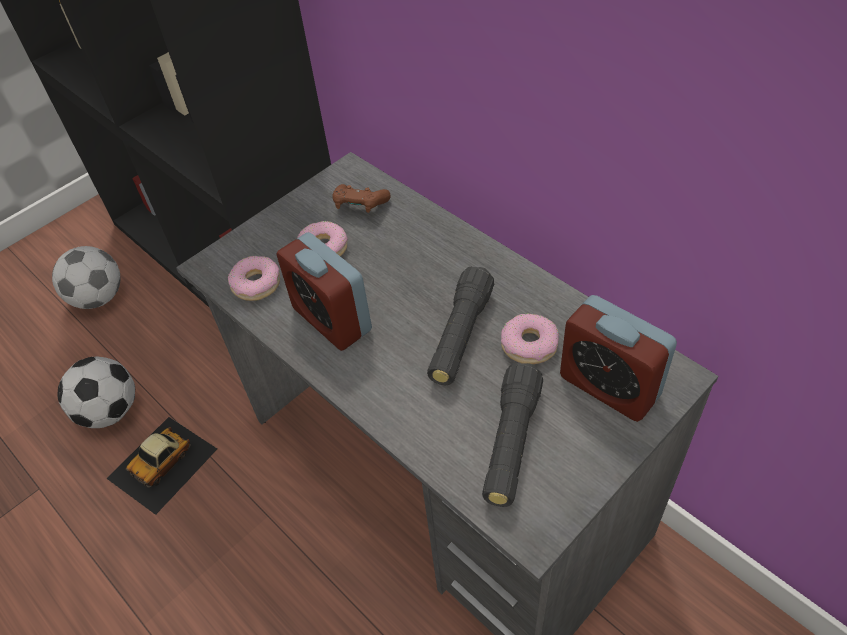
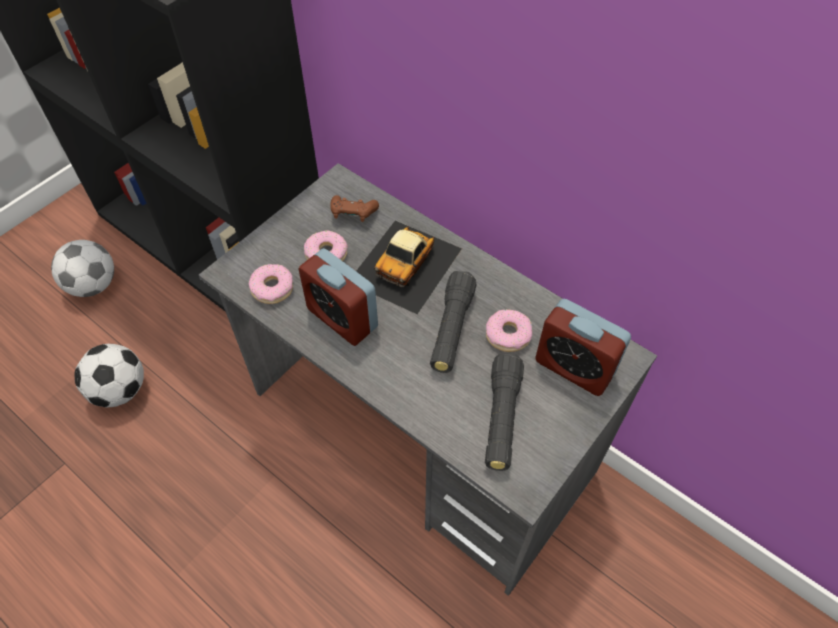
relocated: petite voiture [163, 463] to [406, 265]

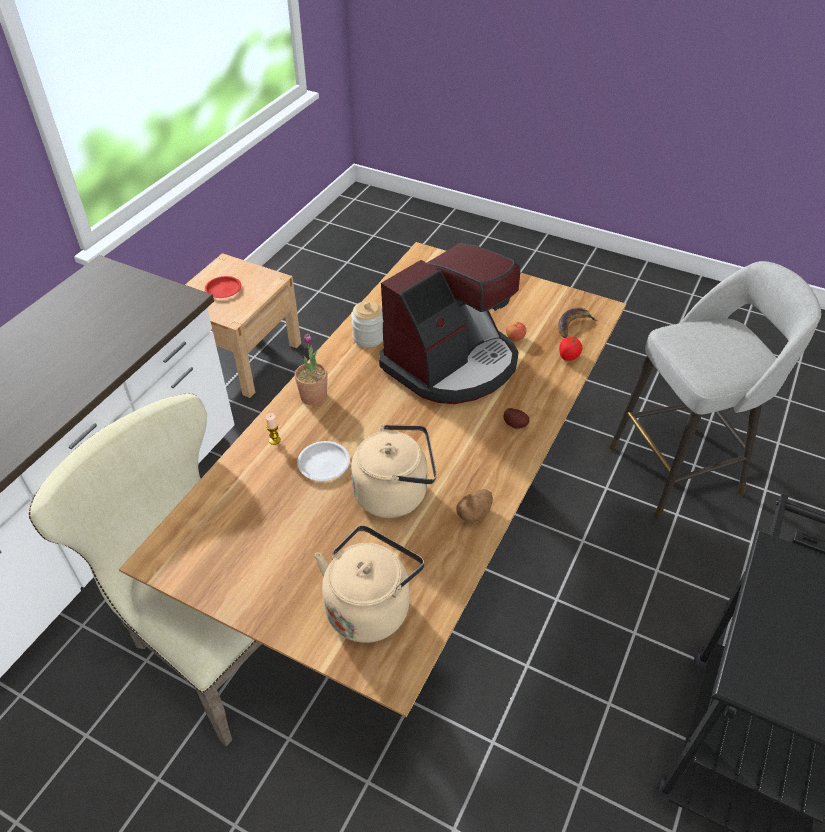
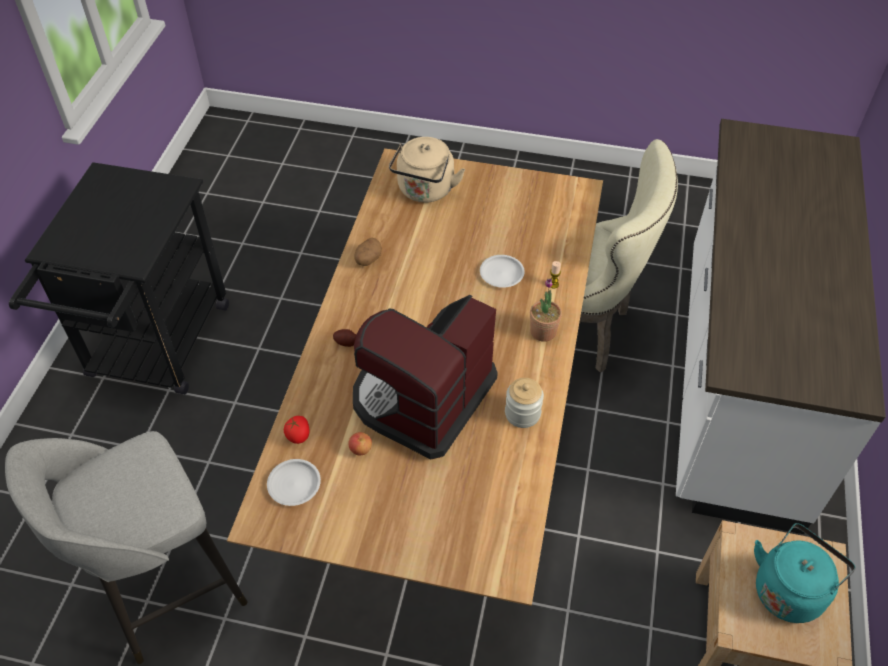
missing: bouilloire (beige) [395, 493]
exchanged: assiette (rouge) [223, 289] to bouilloire (turquoise) [789, 589]; banane [573, 325] to assiette (blanc) [294, 485]

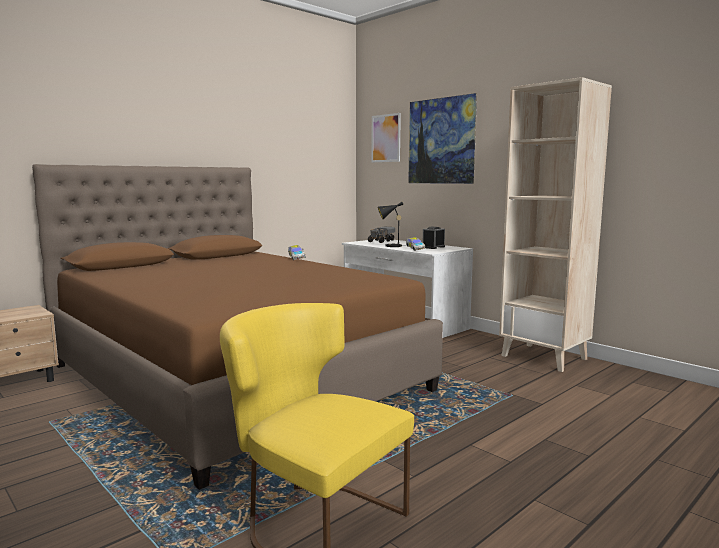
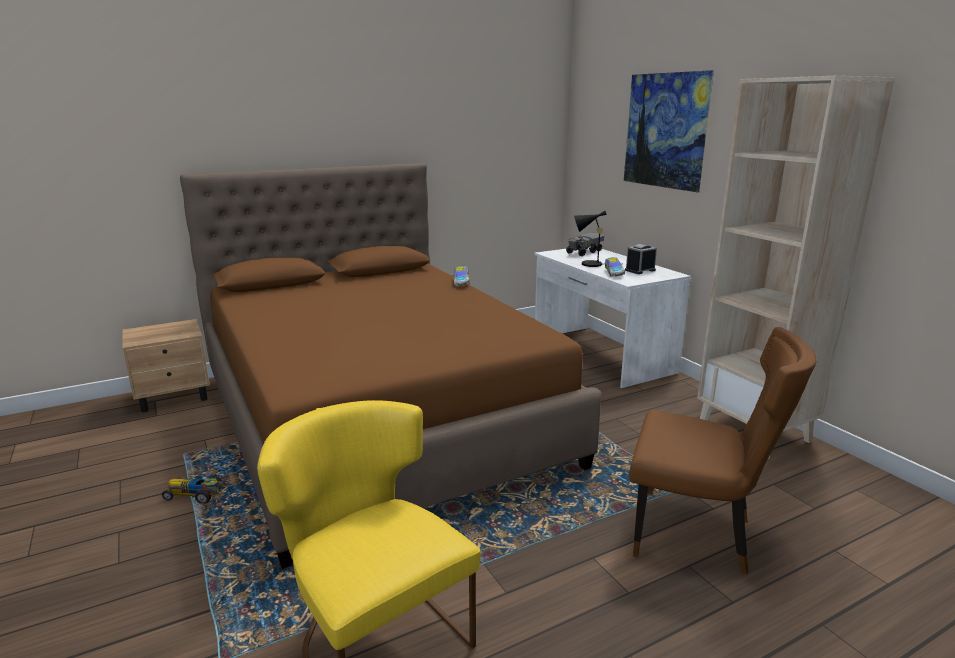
missing: tableau [386, 138]
appeared: petite voiture [196, 495]; chaise (marron) [697, 535]

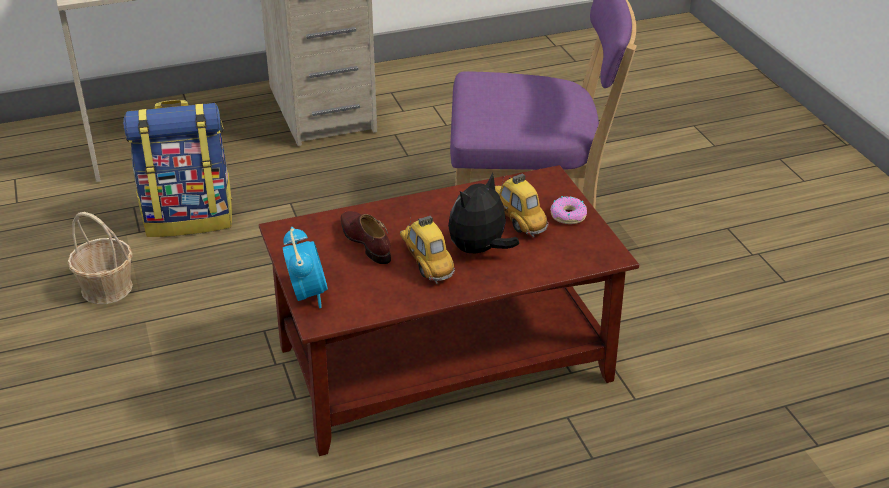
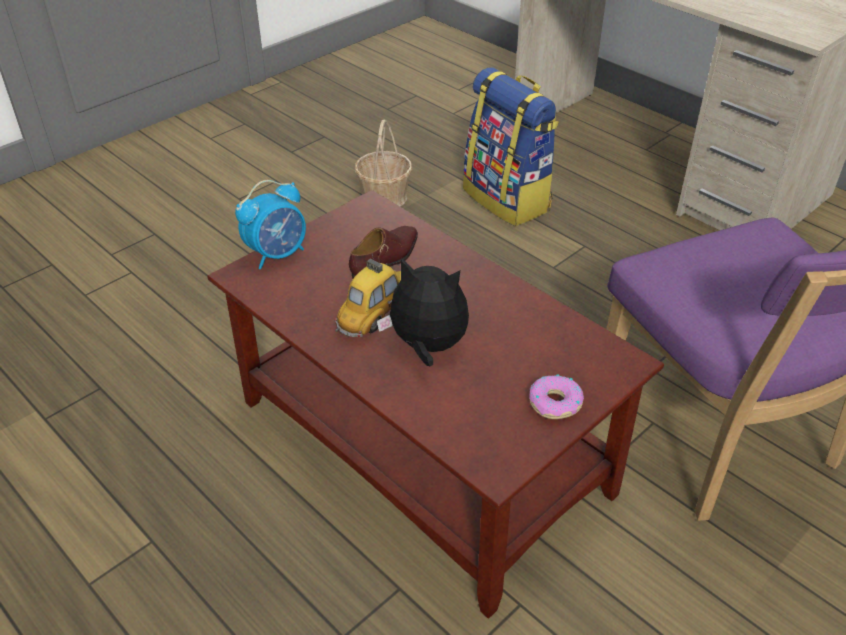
missing: petite voiture [516, 219]

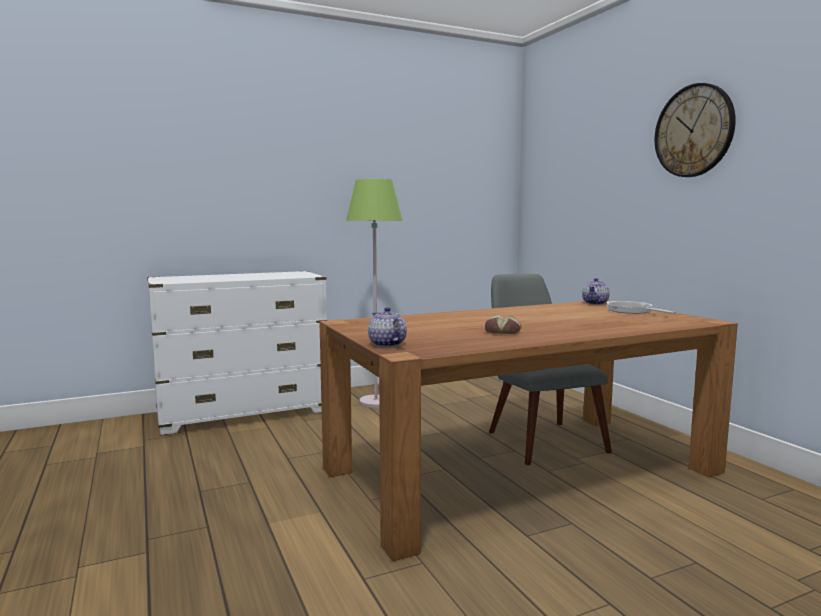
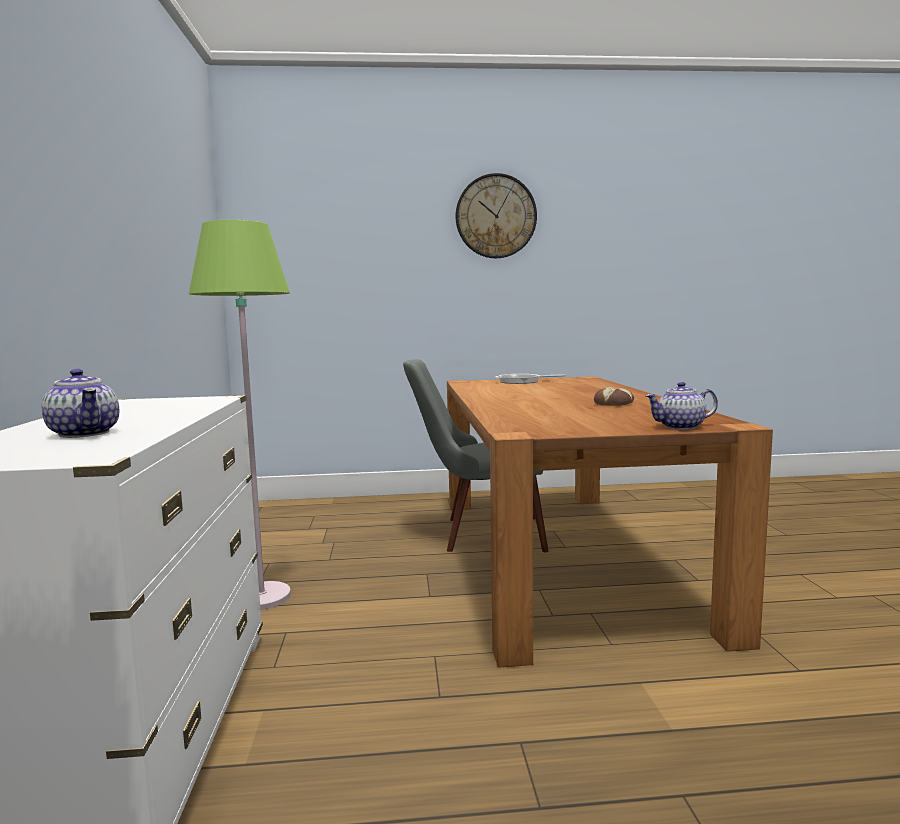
relocated: théière [595, 303] to [85, 433]

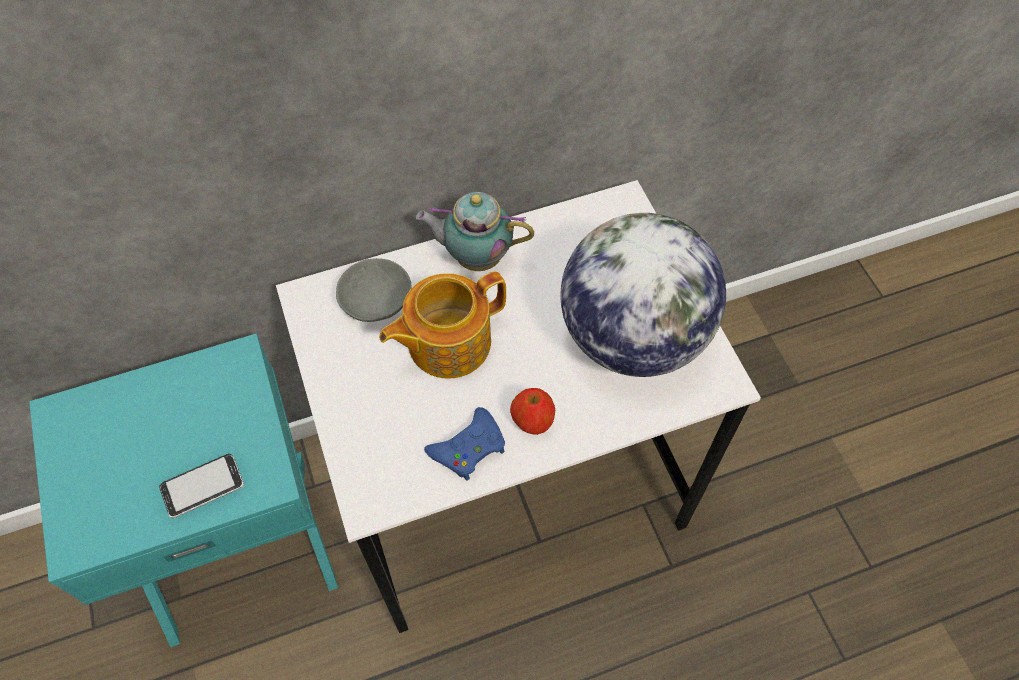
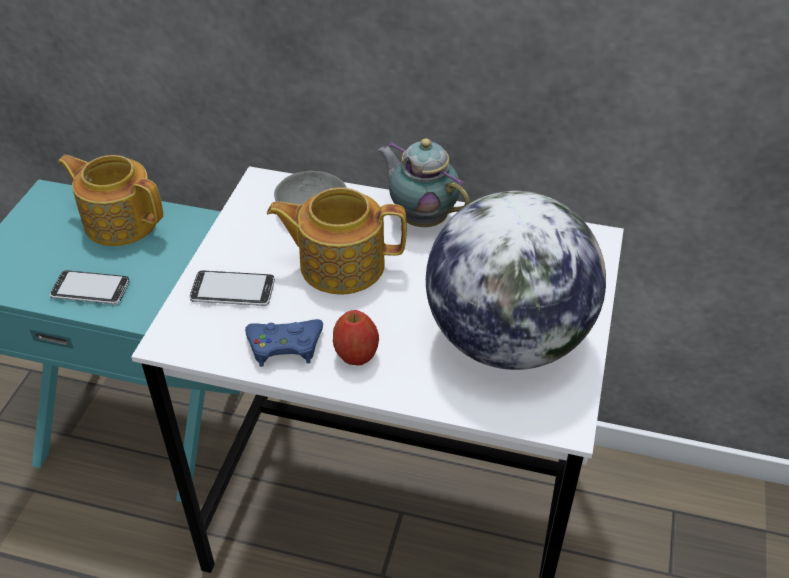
appeared: théière [120, 221]; téléphone [233, 291]

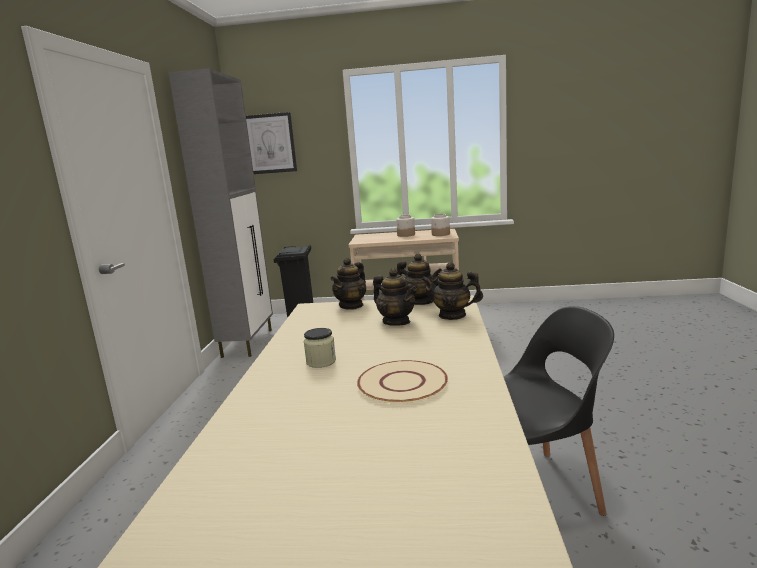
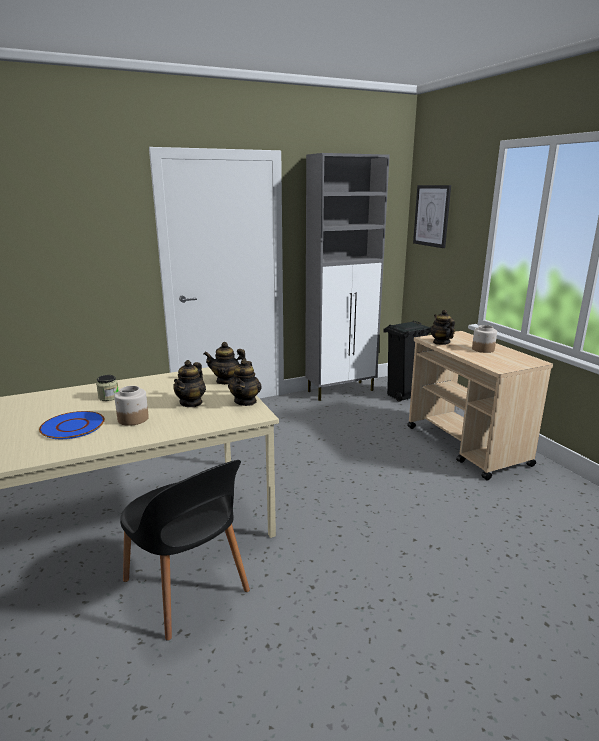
relocated: théière [452, 315] to [441, 342]; bocal [440, 234] to [132, 419]
colour: assiette (beige) [403, 383] to assiette (bleu) [72, 426]

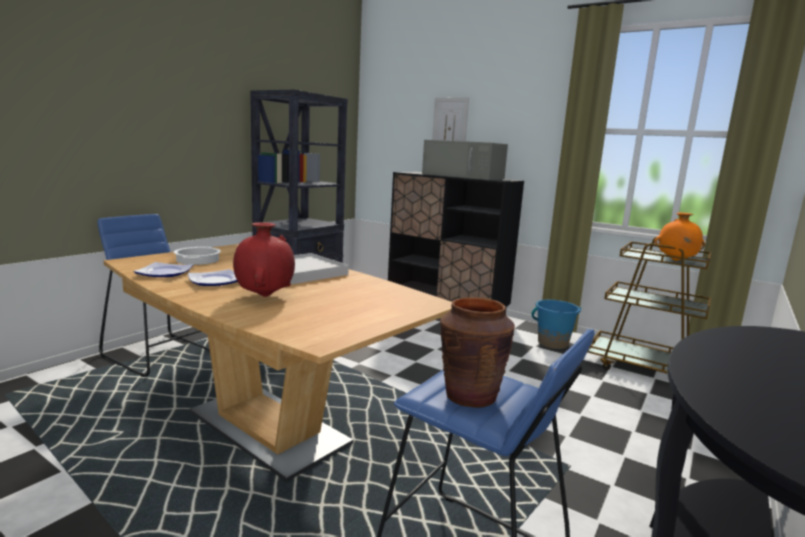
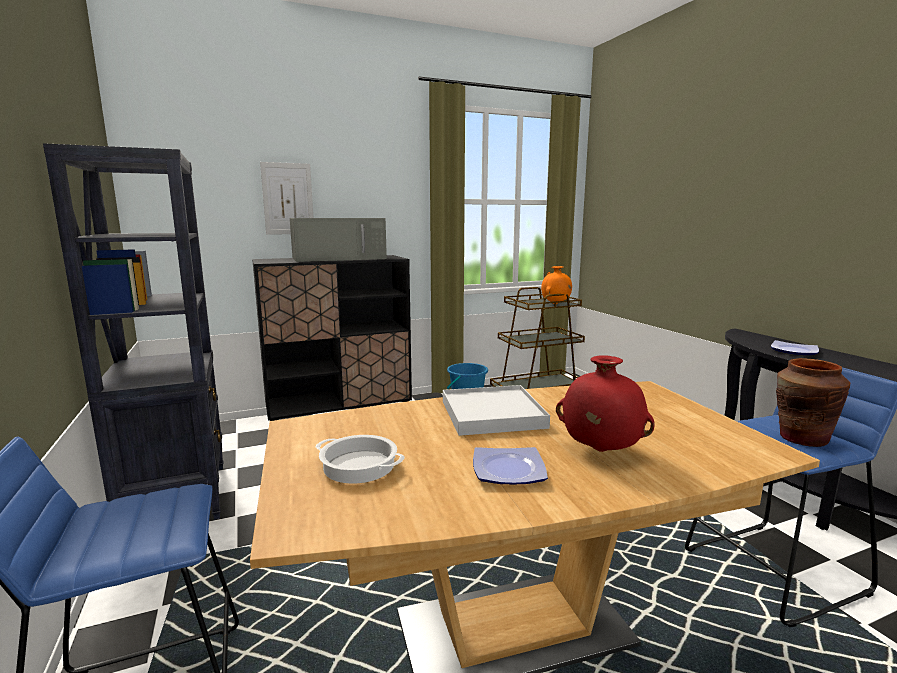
relocated: assiette [165, 273] to [794, 351]

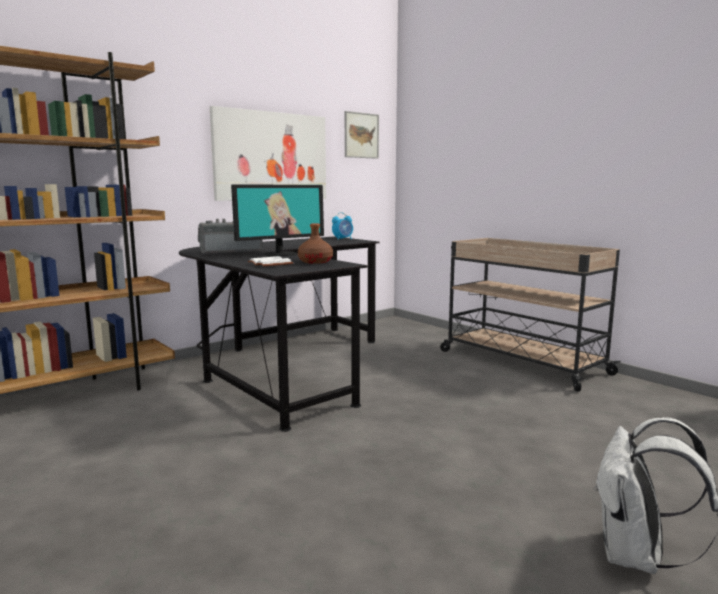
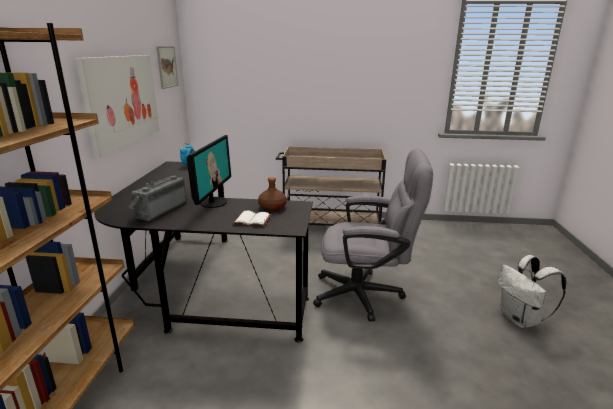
appeared: chaise de bureau (gris) [366, 295]

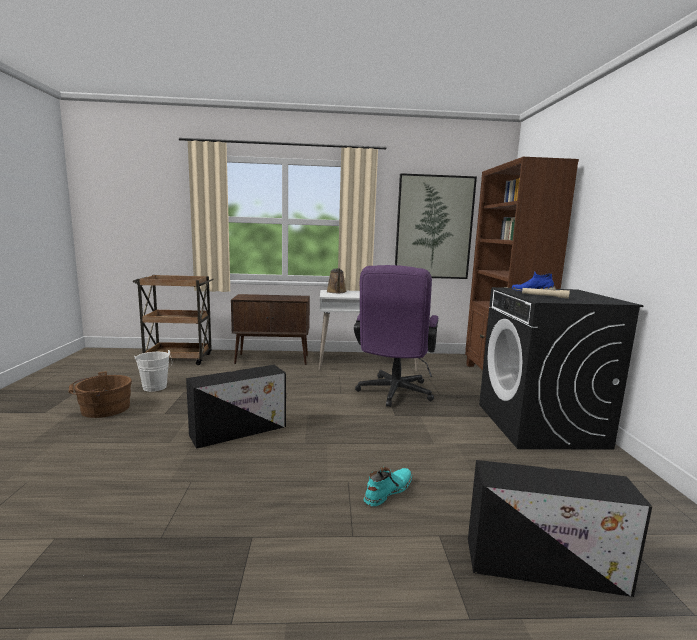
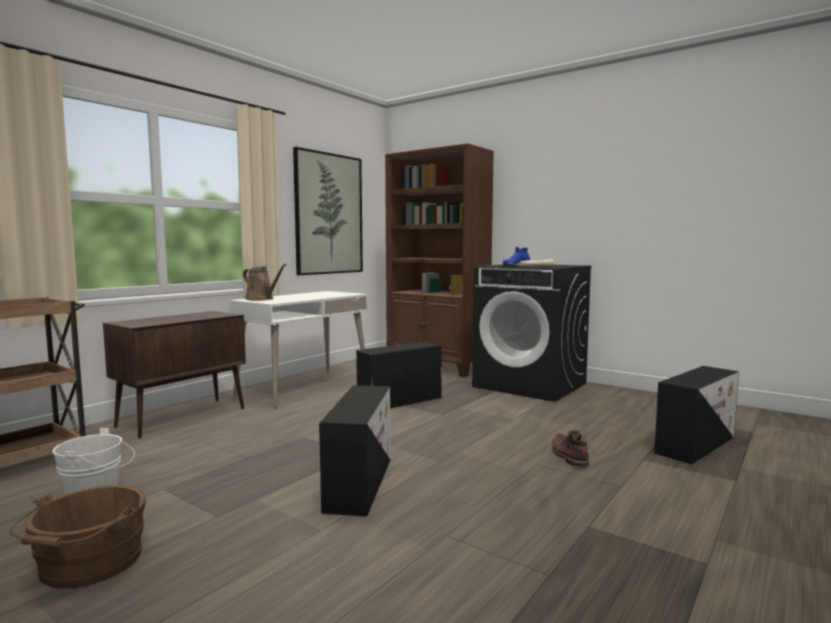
exchanged: chaise de bureau (violet) [393, 394] to boîte de rangement (noir) [399, 401]
colour: botte (turquoise) [387, 491] to botte (marron) [568, 456]

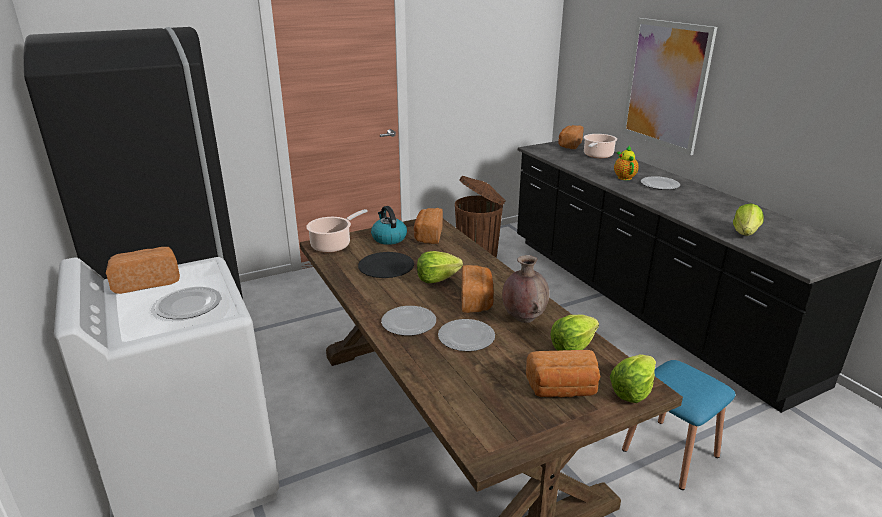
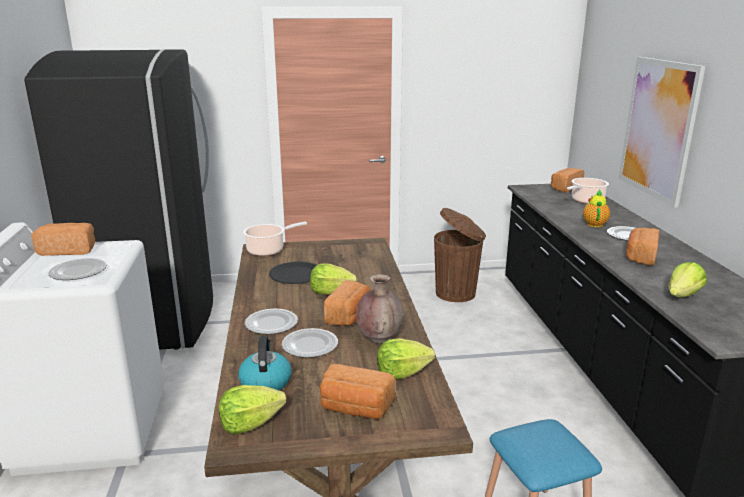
relocated: bouilloire [388, 238] to [265, 382]; pain [428, 236] to [640, 257]; laitue [632, 391] to [250, 423]

